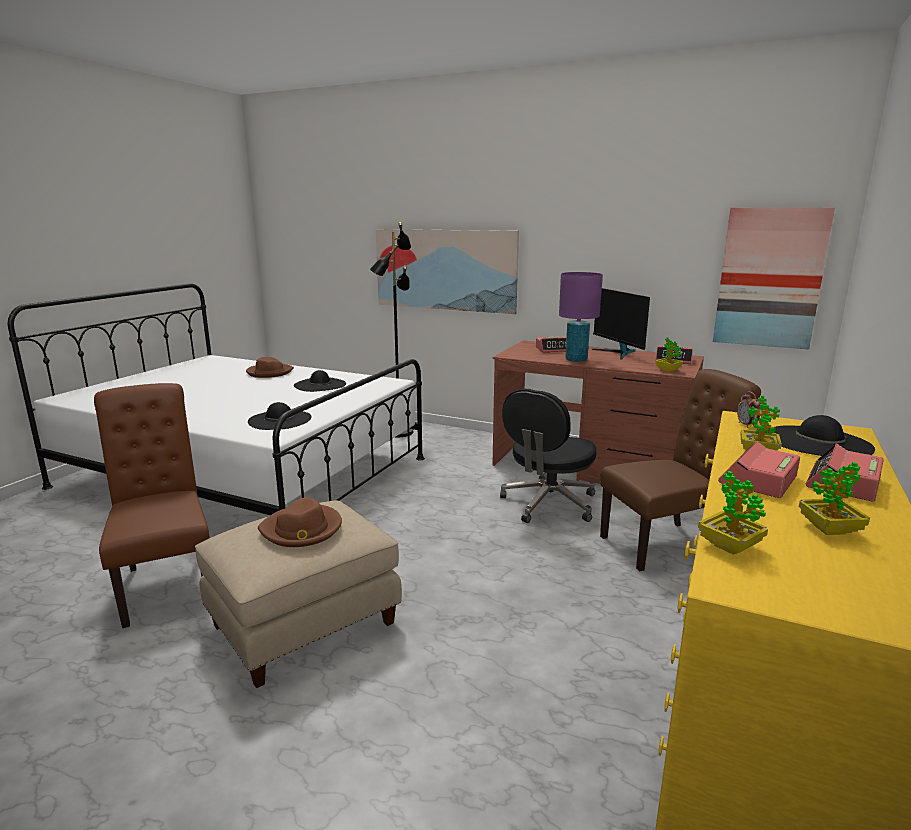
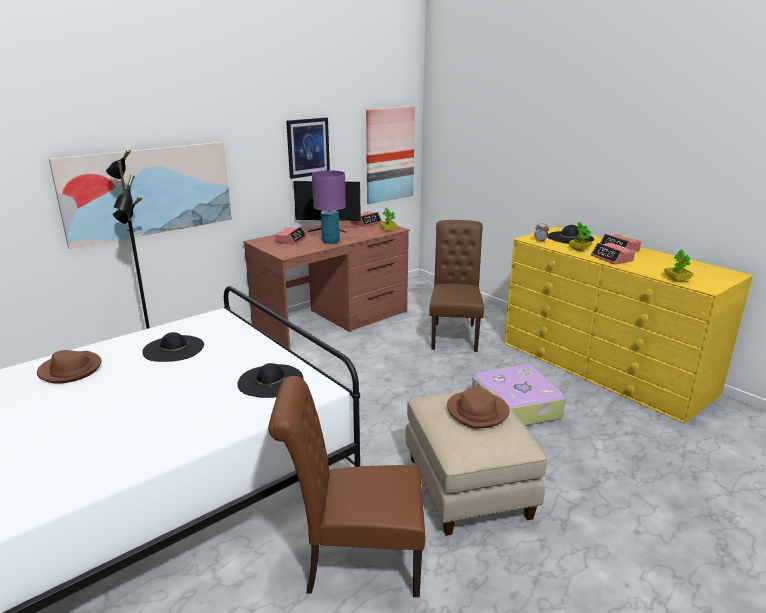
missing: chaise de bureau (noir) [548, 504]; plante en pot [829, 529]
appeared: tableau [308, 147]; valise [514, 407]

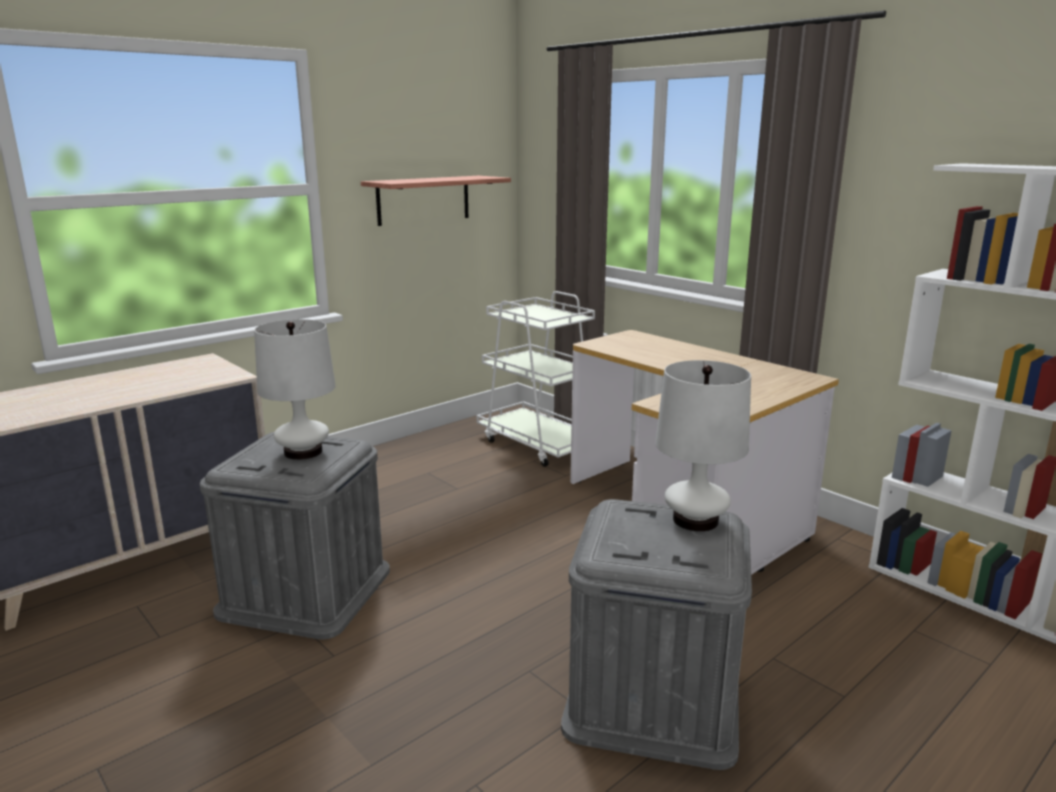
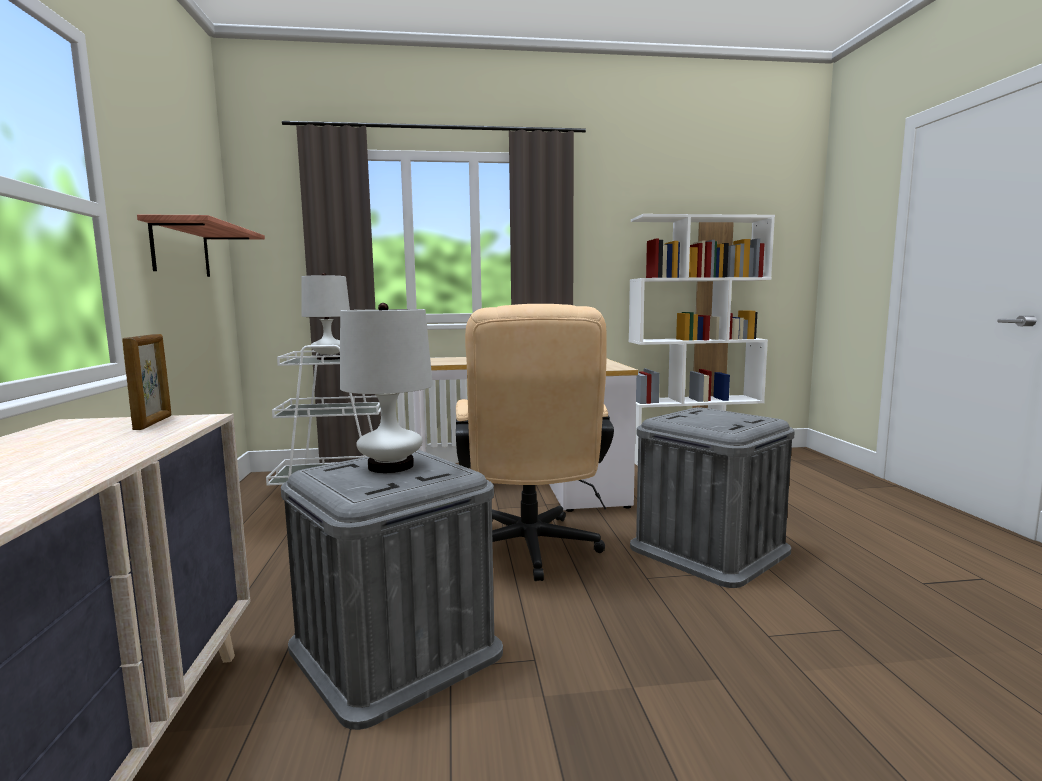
appeared: cadre photo [154, 423]; chaise de bureau (beige) [530, 552]
relocated: lampe de table (blanc) [695, 520] to [329, 358]

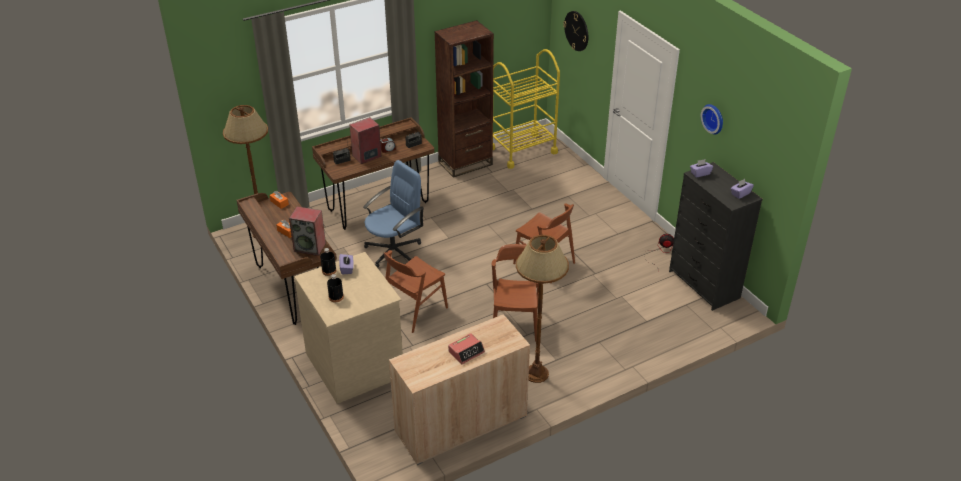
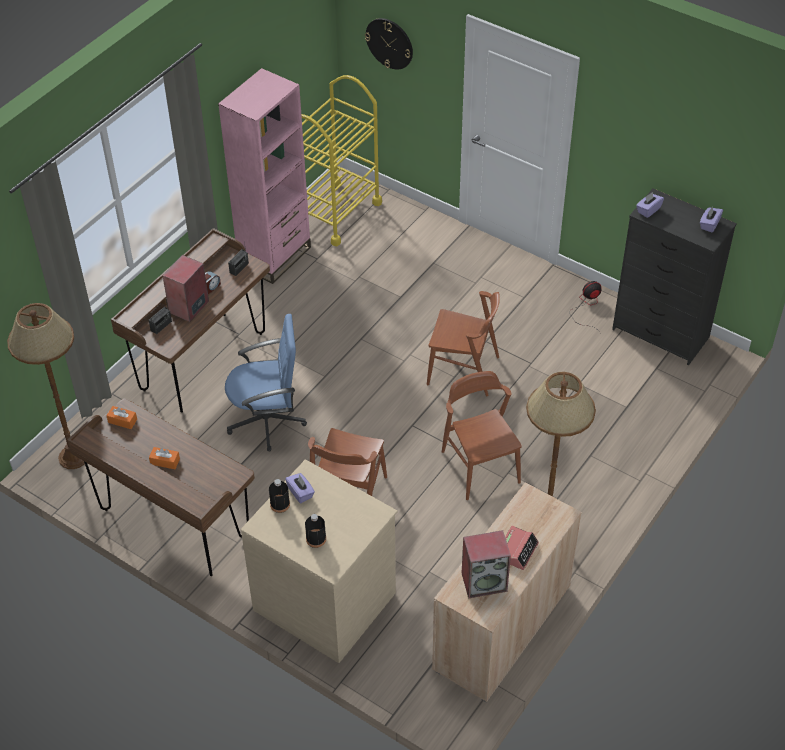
missing: horloge murale [714, 118]
relocated: enceinte [310, 247] to [484, 581]
colour: bibliothèque (marron) [465, 163] to bibliothèque (rose) [275, 257]
spun: chaise de bureau (bleu) [394, 251] = [267, 420] 60 degrees clockwise

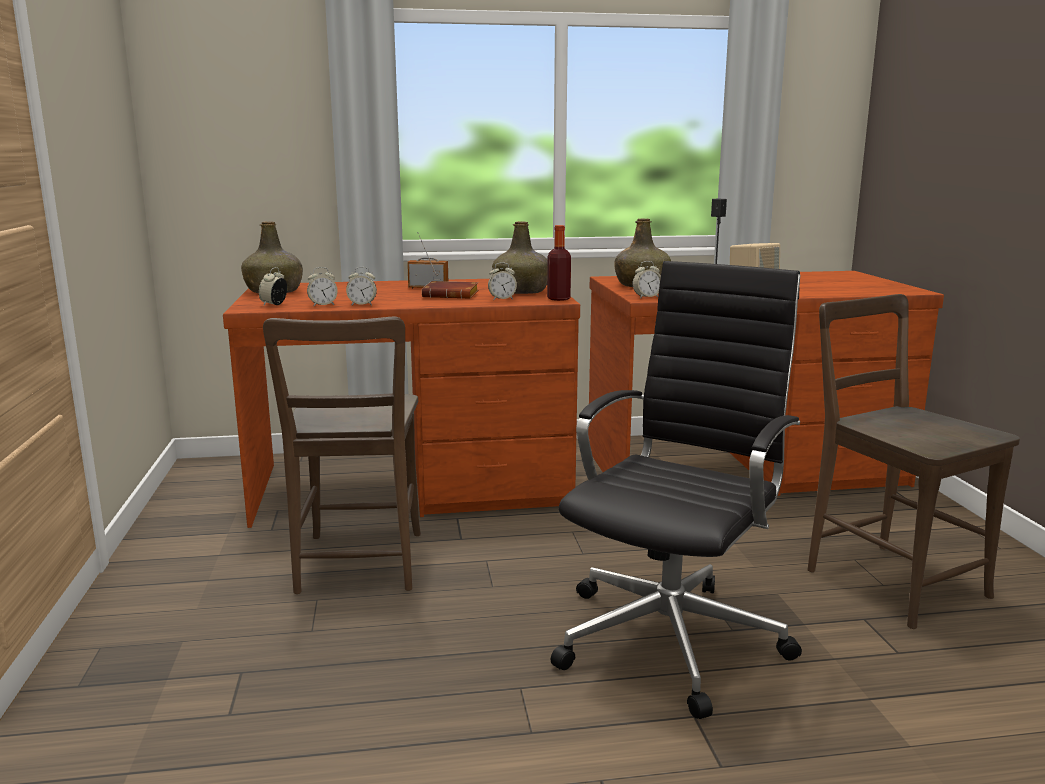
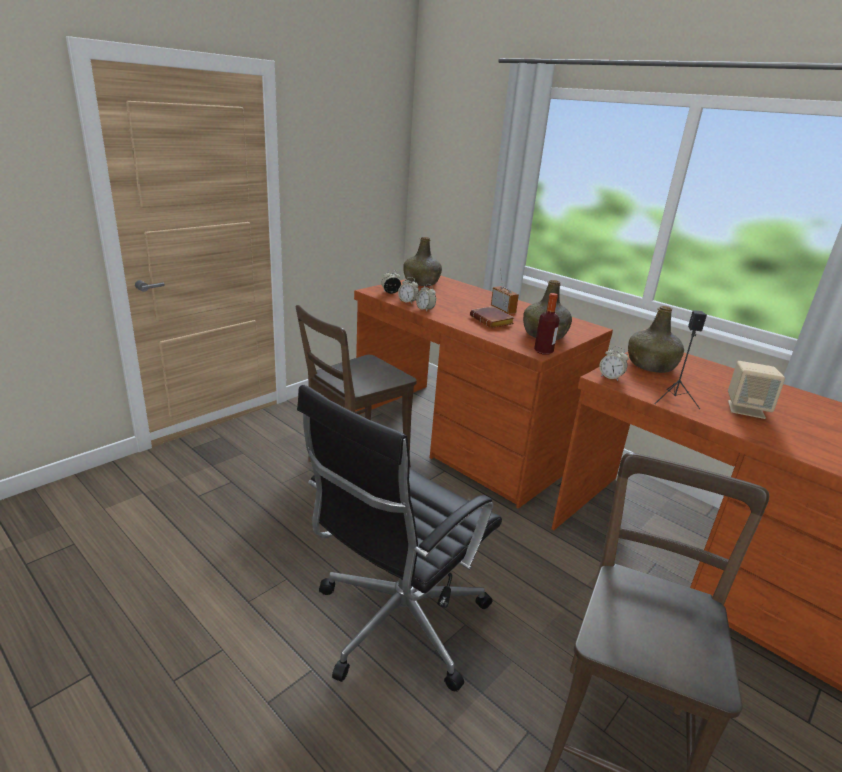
missing: réveil [502, 299]
spun: chaise de bureau (noir) [673, 636] = [397, 623] 135 degrees clockwise

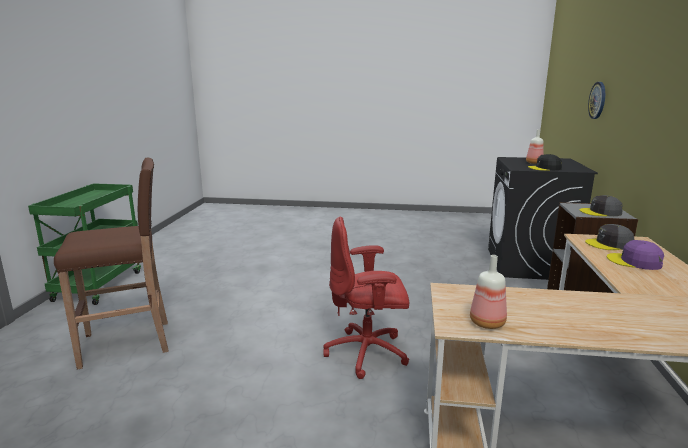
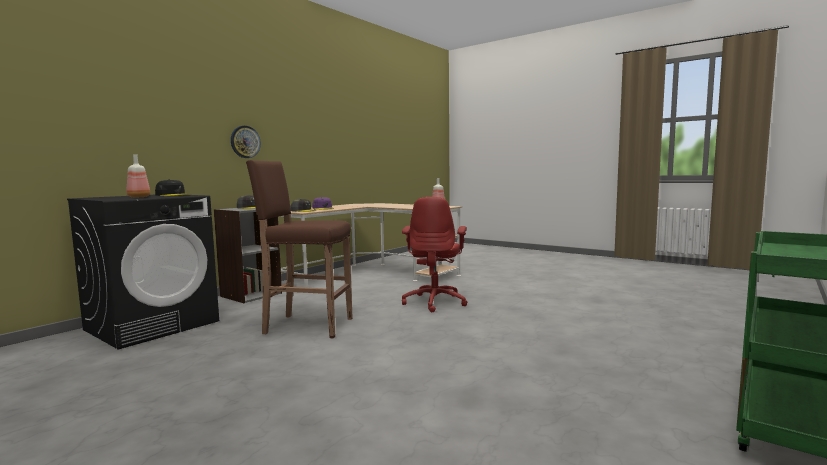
relocated: tabouret (marron) [128, 343] to [307, 326]; horloge murale [597, 100] to [245, 142]
spun: chaise de bureau (rouge) [368, 353] = [435, 302] 75 degrees clockwise

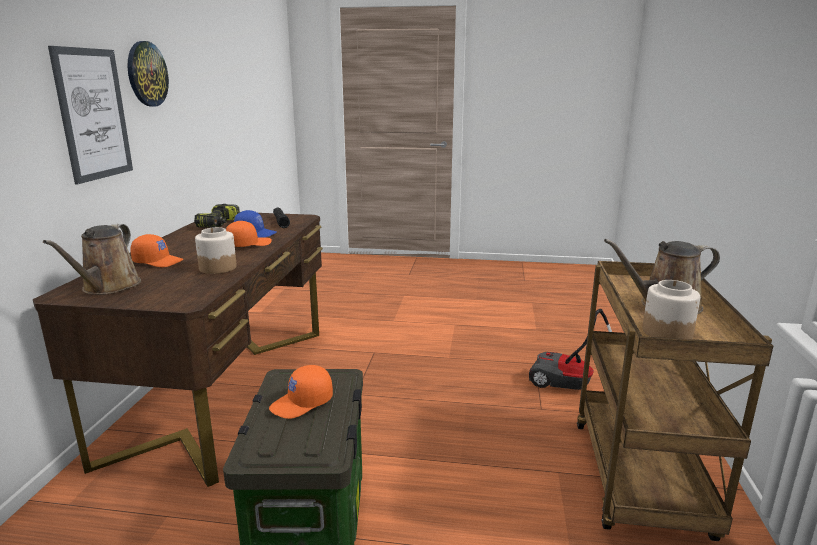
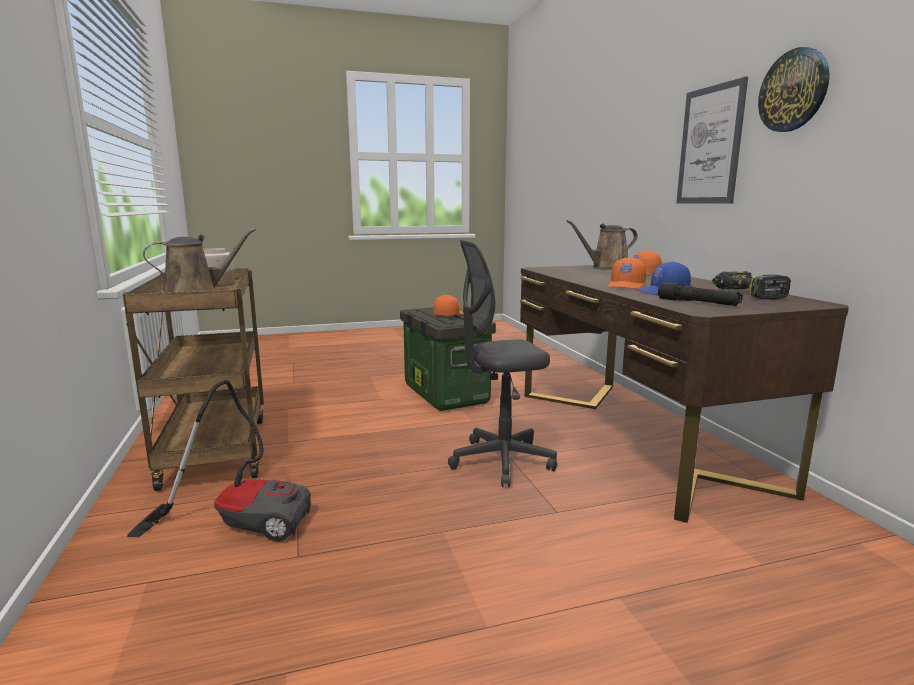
missing: bocal [217, 268]
appeared: chaise de bureau (gris) [501, 461]
spun: arrosoir (marron) [108, 287] = [606, 268] 90 degrees counterclockwise

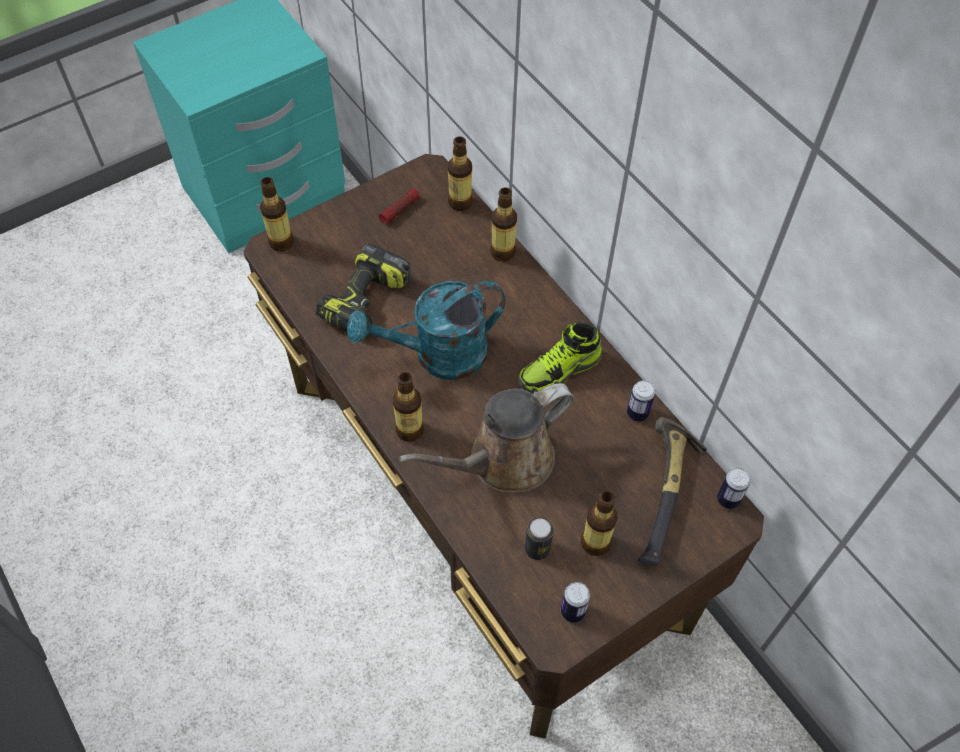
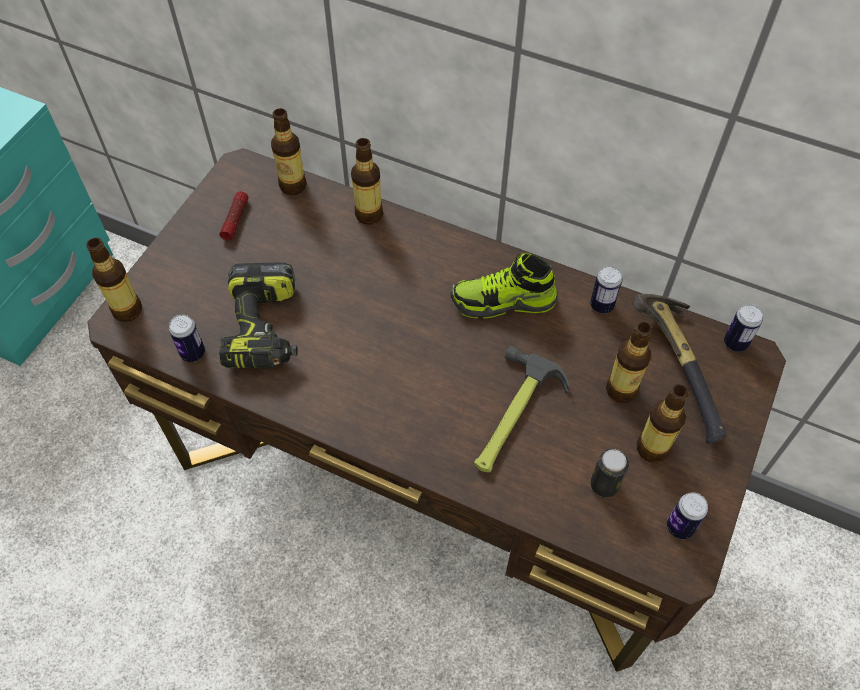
missing: arrosoir (turquoise) [438, 356]
appeared: boîte métallique [193, 353]
relocated: bouteille [410, 430] to [621, 390]
exchanged: arrosoir (marron) [503, 461] to marteau [512, 416]
spun: chaussure [559, 371] = [503, 302] 60 degrees clockwise

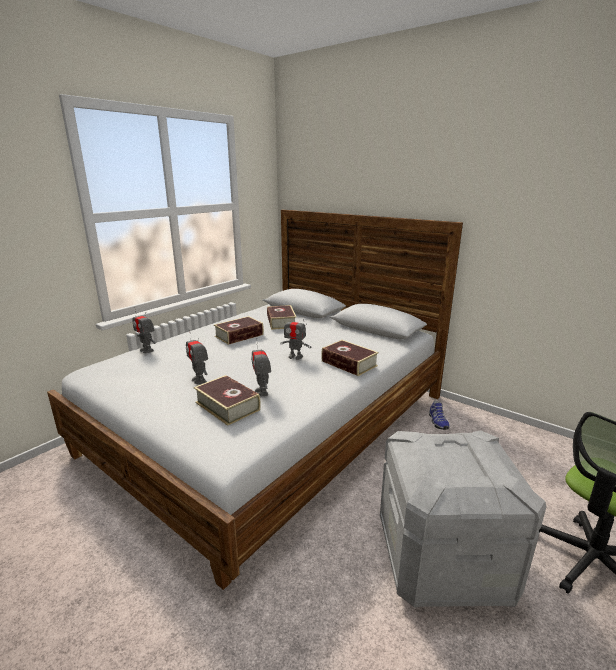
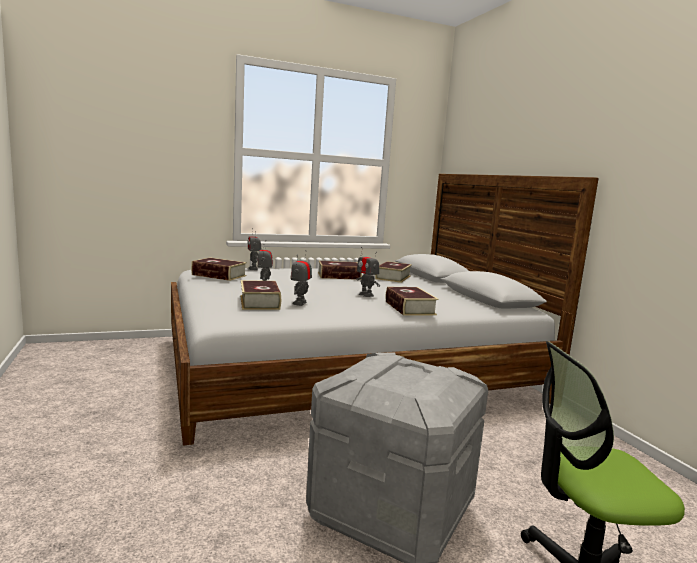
missing: chaussure [437, 422]
appeared: livre [219, 275]

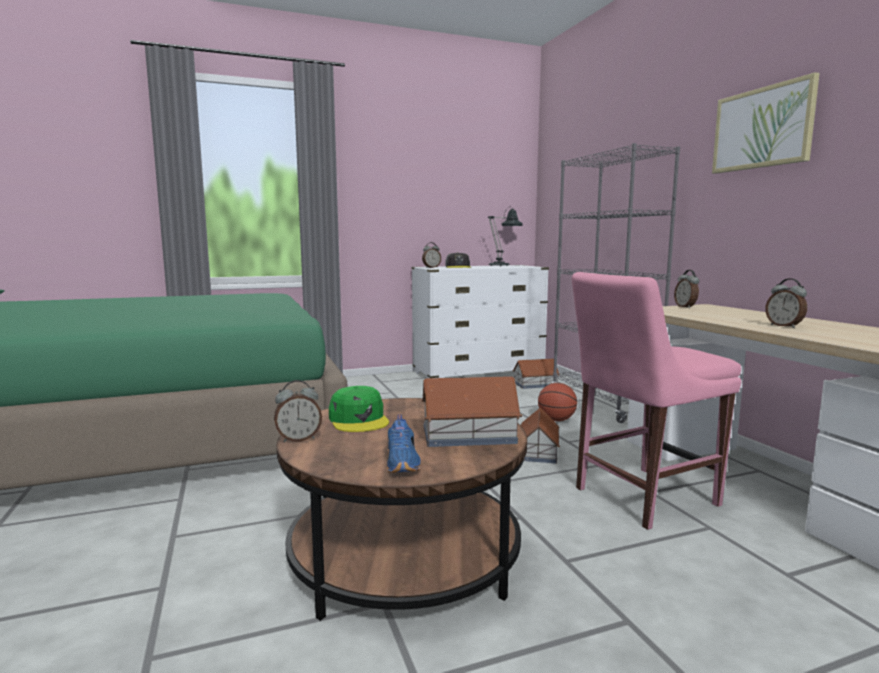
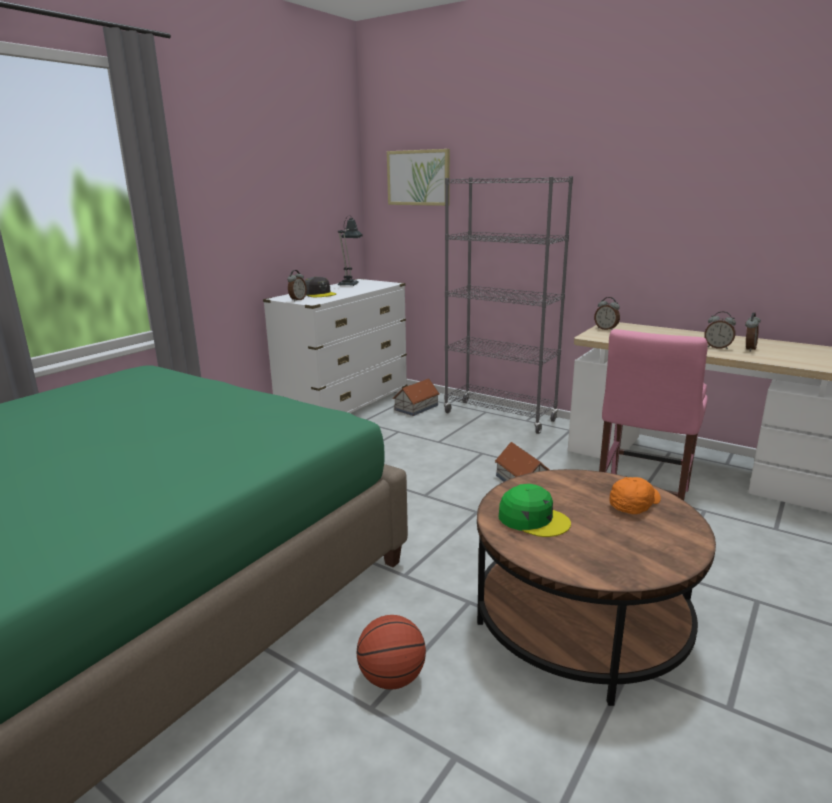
missing: chaussure (bleu) [403, 463]
relocated: réveil [299, 439] to [748, 349]; ballon de basket [556, 420] to [392, 678]; tableau [762, 128] to [418, 177]
exchanged: maison miniature [467, 434] to casquette (orange) [634, 504]

